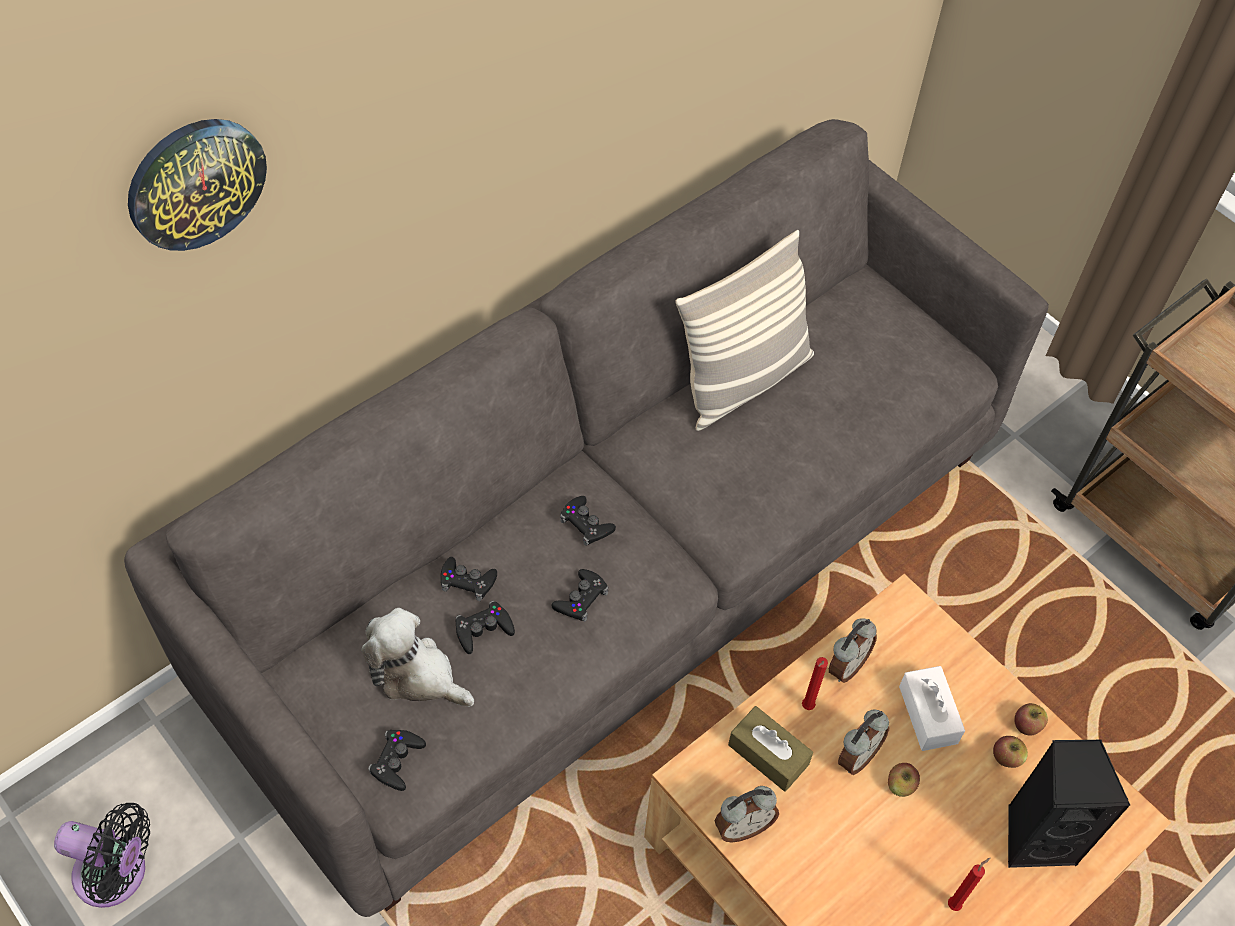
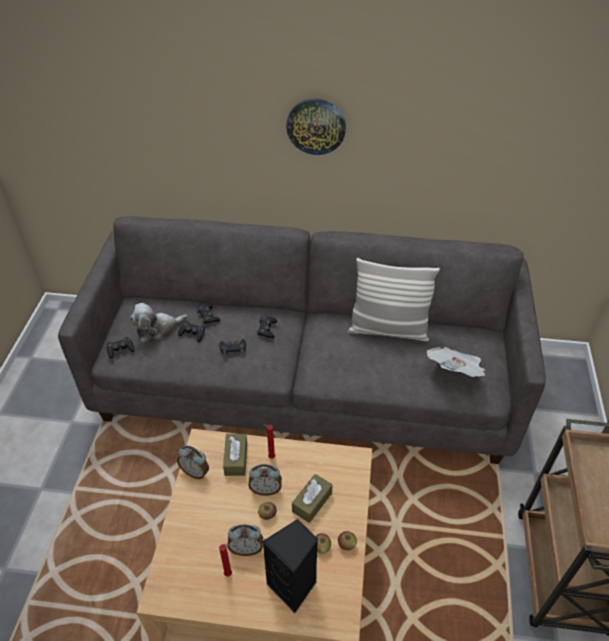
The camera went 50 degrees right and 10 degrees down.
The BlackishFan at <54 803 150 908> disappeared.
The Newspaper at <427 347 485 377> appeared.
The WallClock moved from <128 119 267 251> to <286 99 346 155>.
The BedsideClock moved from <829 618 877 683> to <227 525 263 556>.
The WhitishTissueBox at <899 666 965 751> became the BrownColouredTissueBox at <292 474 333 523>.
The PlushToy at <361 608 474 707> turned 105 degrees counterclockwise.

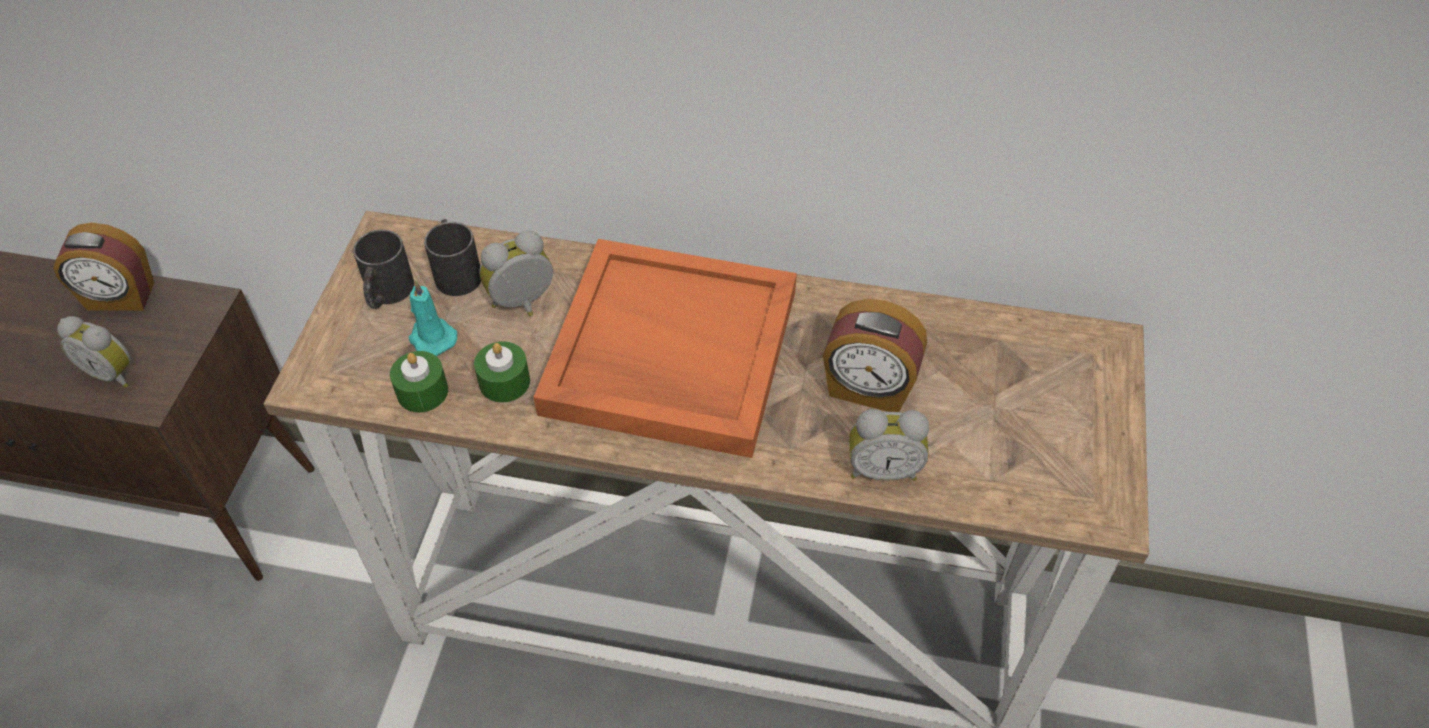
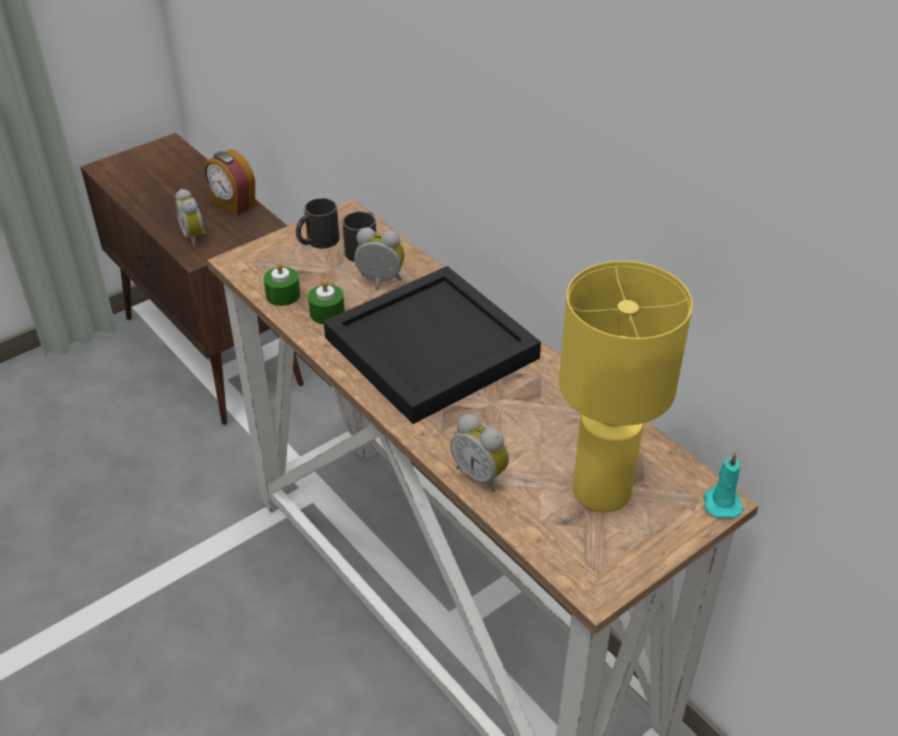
The camera went 40 degrees right and 10 degrees down.
The BedsideClock at <823 299 927 412> disappeared.
The YellowTableLamp at <559 261 693 512> appeared.
The TurquoiseWaxLight moved from <409 280 457 356> to <704 452 744 518>.
The OrangeyCarryingTray at <533 239 797 458> became the BlackishCarryingTray at <324 266 541 424>.

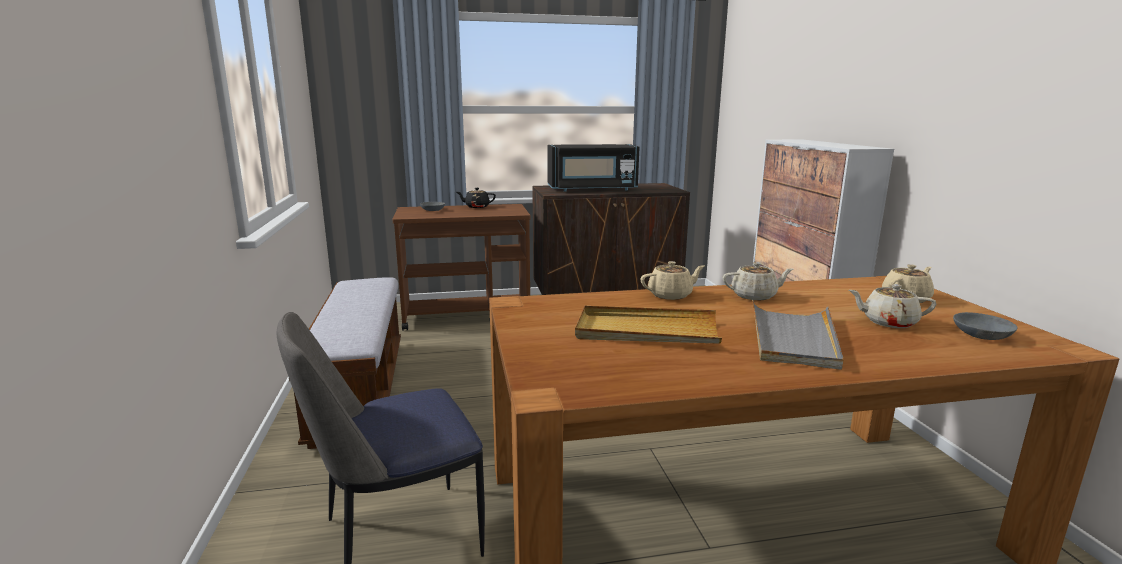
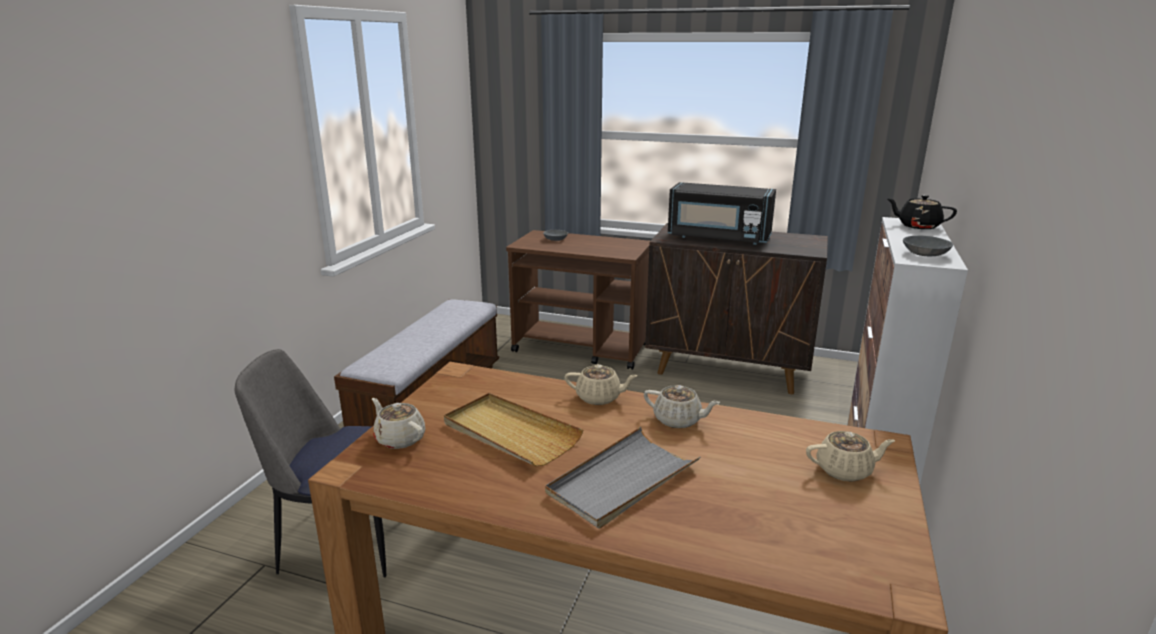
The camera went 30 degrees right and 5 degrees up.
The BlackishTeaPot moved from <457 188 496 208> to <886 195 957 229>.
The BeigeTeaPot moved from <849 284 936 328> to <372 398 425 449>.
The GrayBowl moved from <953 312 1018 340> to <903 236 953 256>.

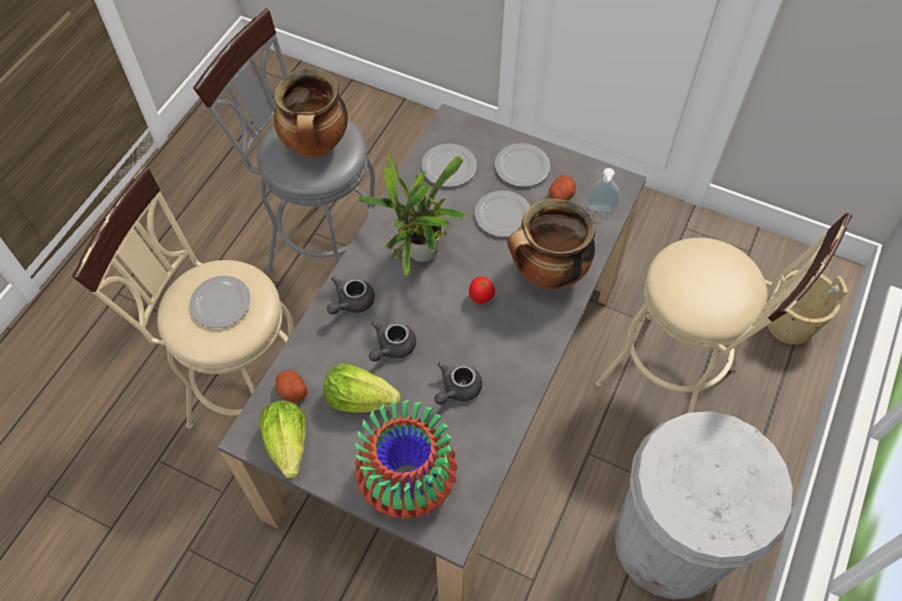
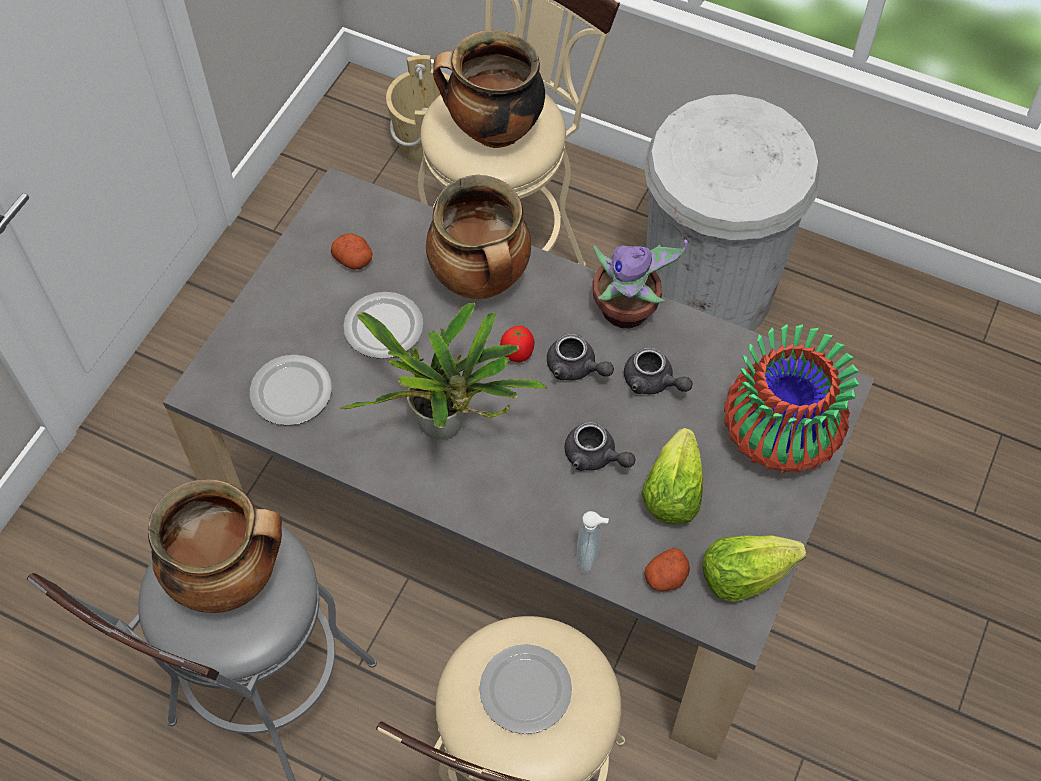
The camera went 90 degrees left and 0 degrees up.
The FlatDish at <495 143 550 187> disappeared.
The CookingPot at <433 30 545 148> appeared.
The PlantInAPot at <592 240 688 328> appeared.
The GrayTeaPot moved from <327 277 375 315> to <547 334 614 380>.
The SoapDispenser moved from <586 168 620 212> to <577 511 609 574>.

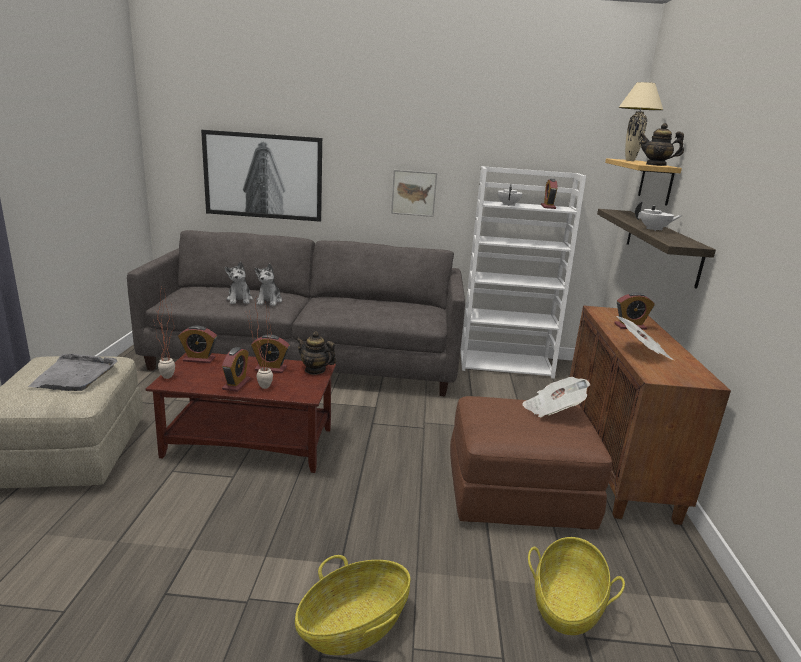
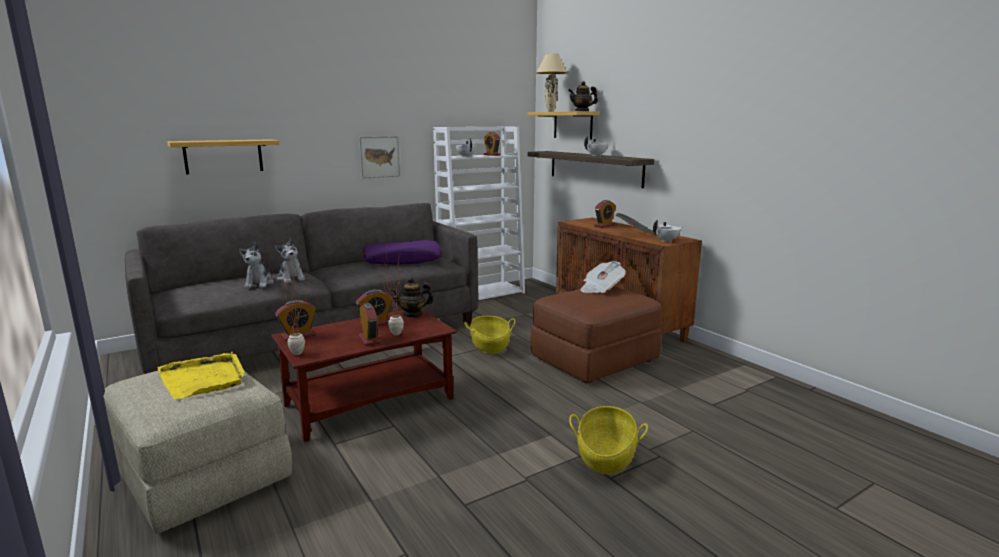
The camera went 35 degrees left and 5 degrees down.
The PurplishCushion at <363 240 442 265> appeared.
The WhitishTeaPot at <653 220 683 242> appeared.
The StorageBasket moved from <528 537 625 635> to <464 316 516 354>.
The WallArt at <201 130 322 222> was replaced by the Shelf at <167 139 280 174>.
The GrayCarryingTray at <28 354 118 391> became the YellowCarryingTray at <157 352 246 399>.
The PlushToy at <225 262 253 304> turned 45 degrees clockwise.

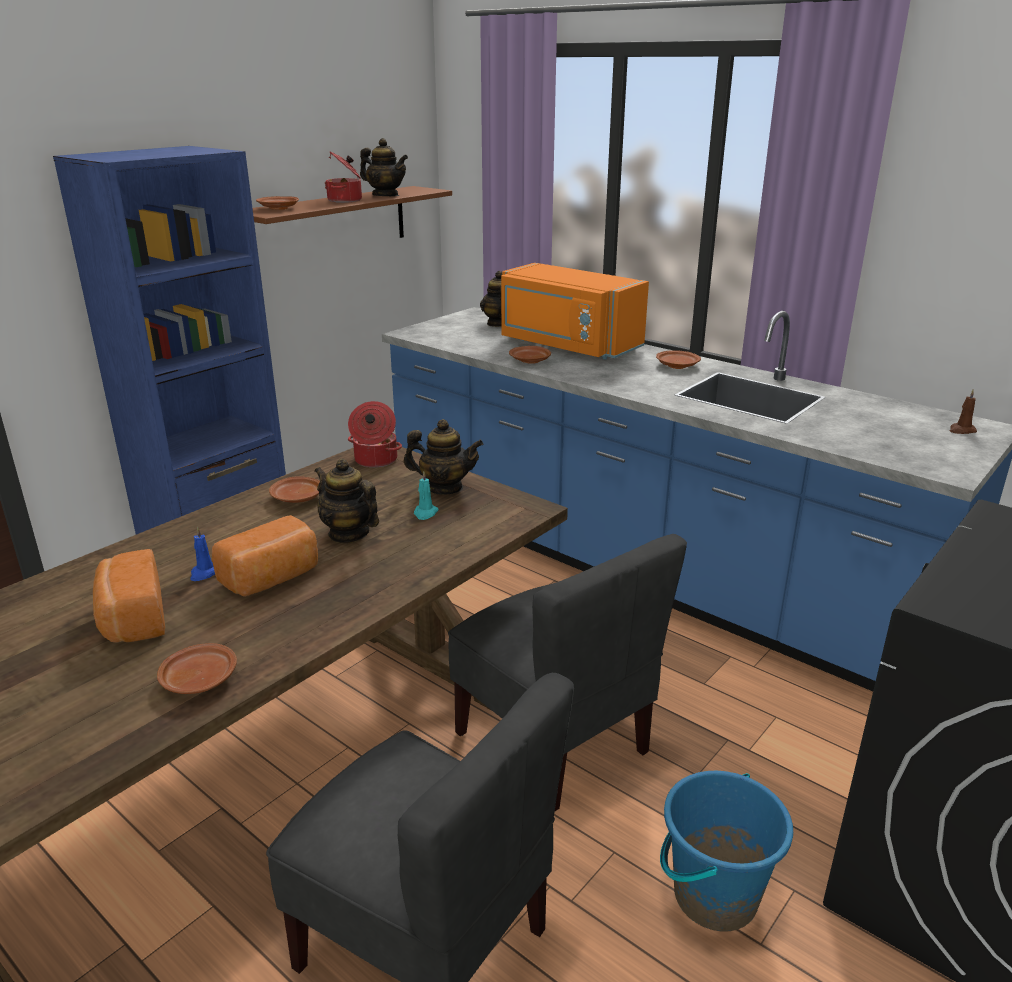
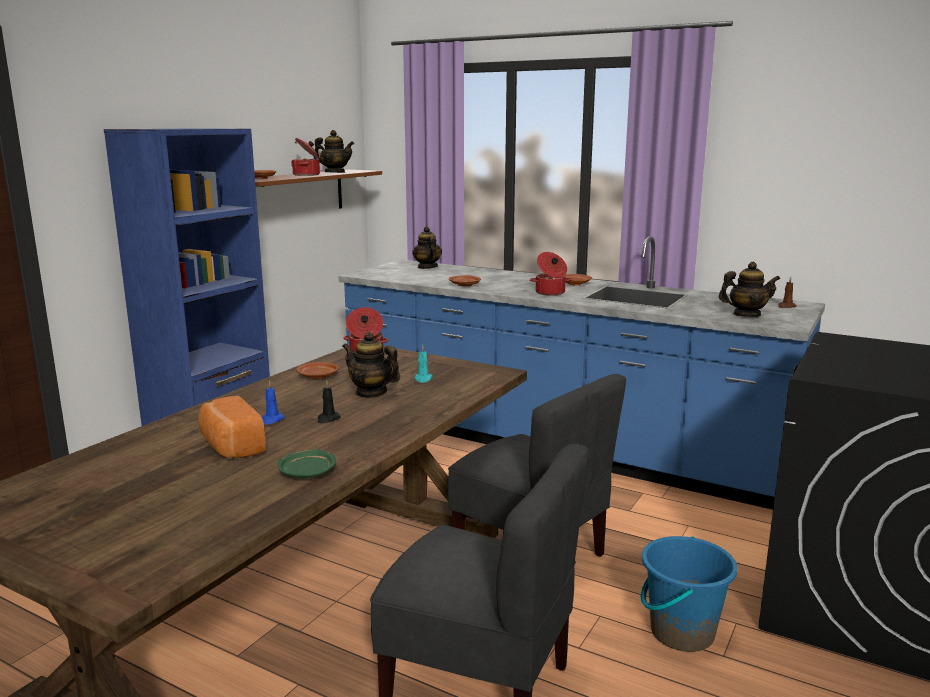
The camera went 10 degrees left and 10 degrees down.
The OrangeyMicrowave at <501 263 649 359> disappeared.
The CookingPot at <530 252 572 296> appeared.
The TeaPot moved from <403 419 483 495> to <719 262 780 317>.
The BakedBread at <212 515 318 597> was replaced by the BlackishWaxLight at <318 381 341 423>.
The BrownColouredFlatDish at <157 643 237 694> became the GreenishFlatDish at <277 449 336 478>.

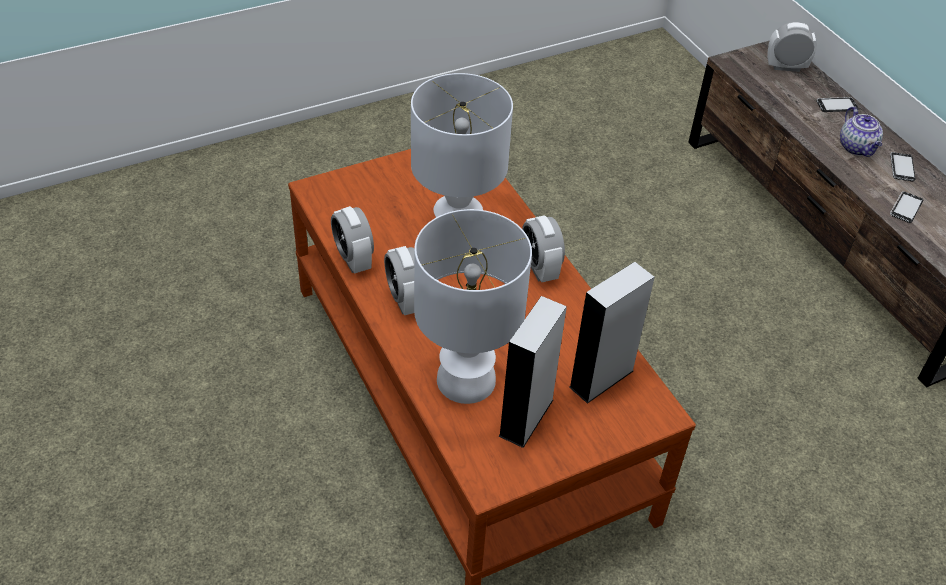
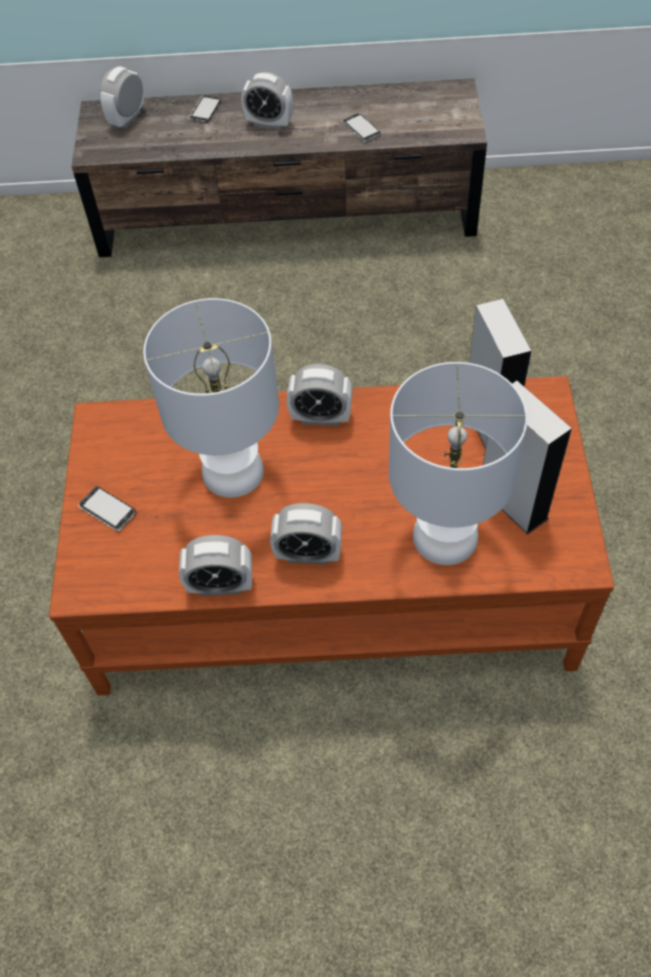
The camera went 60 degrees left and 10 degrees up.
The Handset moved from <890 152 916 181> to <78 486 136 531>.
The TeaPot at <840 106 883 157> was replaced by the BedsideClock at <241 72 293 130>.

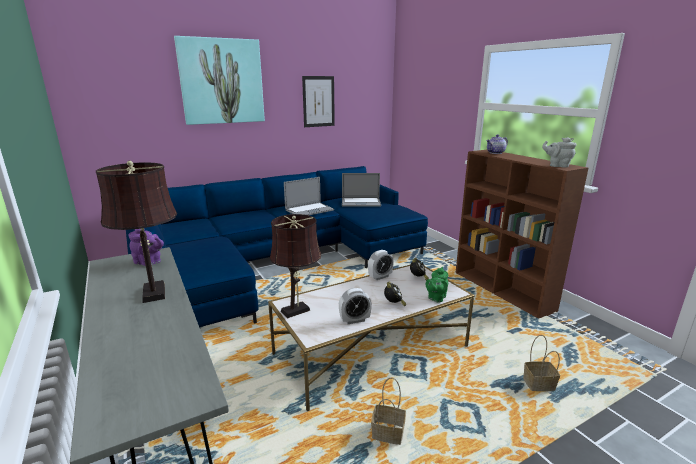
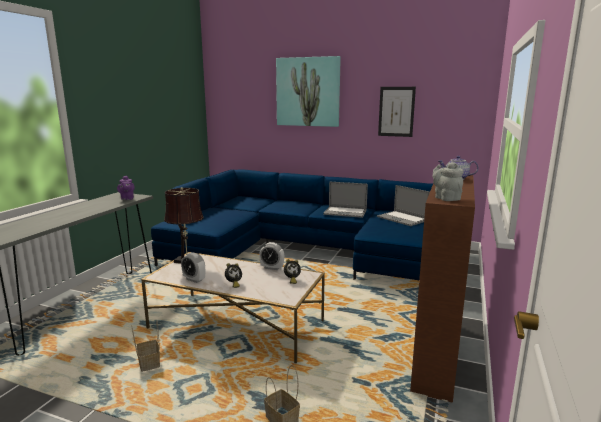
The camera went 50 degrees right and 5 degrees down.
The BrownColouredTableLamp at <96 161 177 303> disappeared.
The GreenishTeaPot at <426 267 448 303> disappeared.

